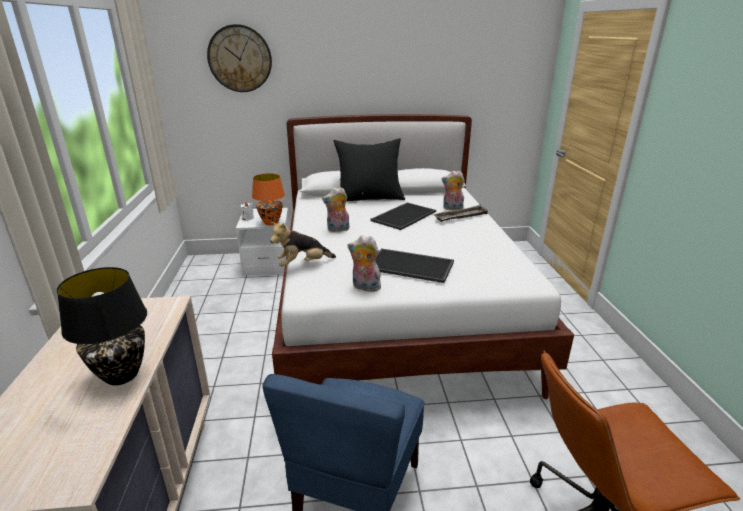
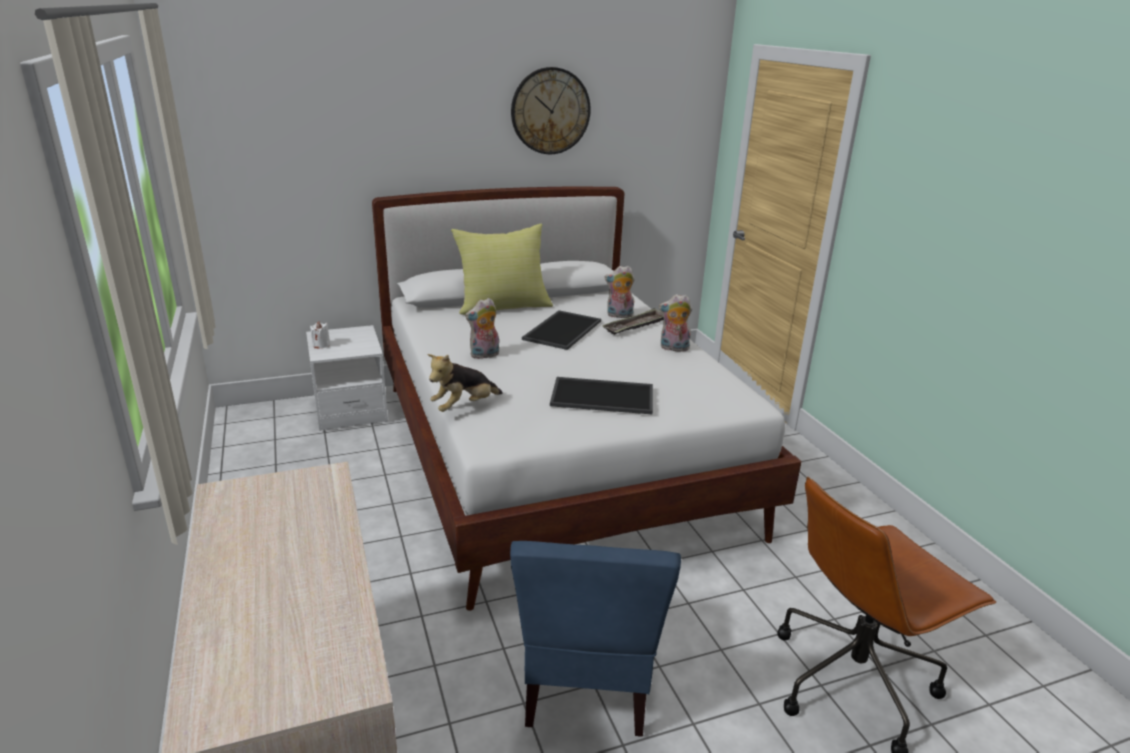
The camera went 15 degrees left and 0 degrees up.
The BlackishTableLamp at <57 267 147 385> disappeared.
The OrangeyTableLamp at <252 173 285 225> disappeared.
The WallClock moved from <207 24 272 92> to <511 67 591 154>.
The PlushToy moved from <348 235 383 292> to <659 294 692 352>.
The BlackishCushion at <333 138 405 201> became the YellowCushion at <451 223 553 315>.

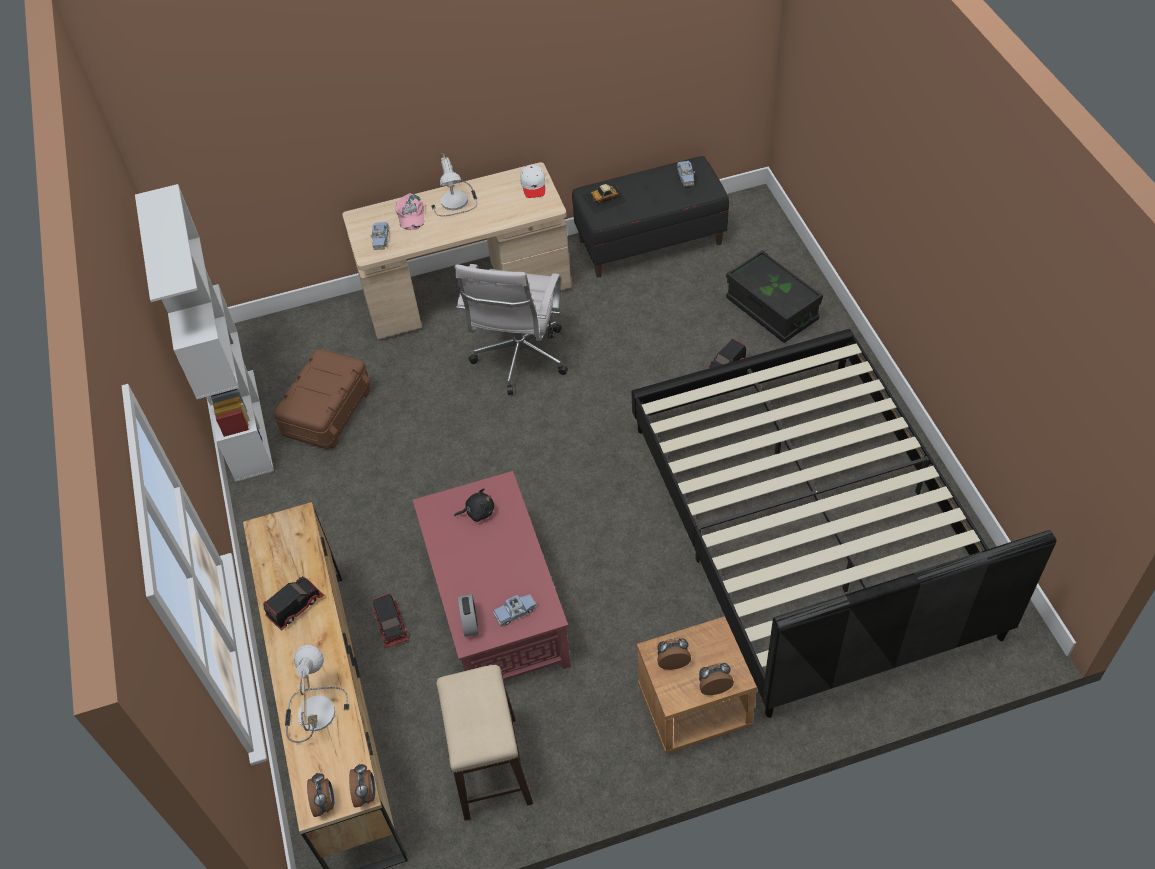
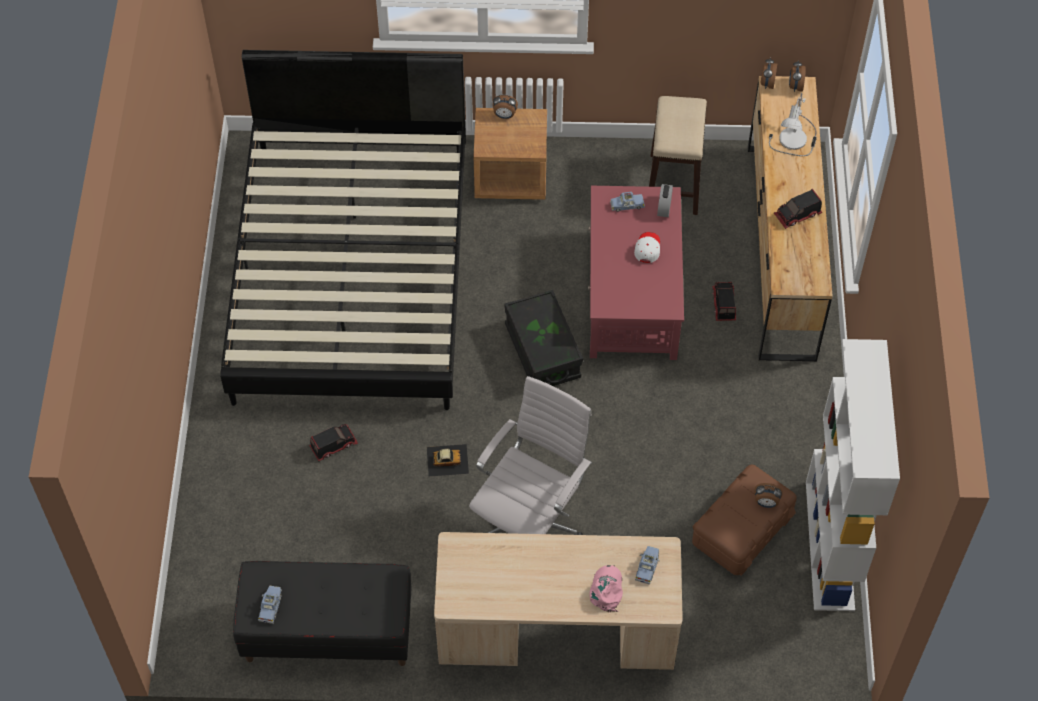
The camera went 165 degrees left and 5 degrees up.
The TableLamp at <431 153 477 216> disappeared.
The BlackishPlushToy at <454 488 494 522> disappeared.
The WhitishCap moved from <520 165 545 198> to <634 232 660 263>.
The ModelCar moved from <582 184 628 214> to <427 444 469 477>.
The BedsideClock moved from <657 638 691 670> to <754 483 783 508>.
The BlackishStorageContainer moved from <726 250 823 343> to <505 290 583 386>.

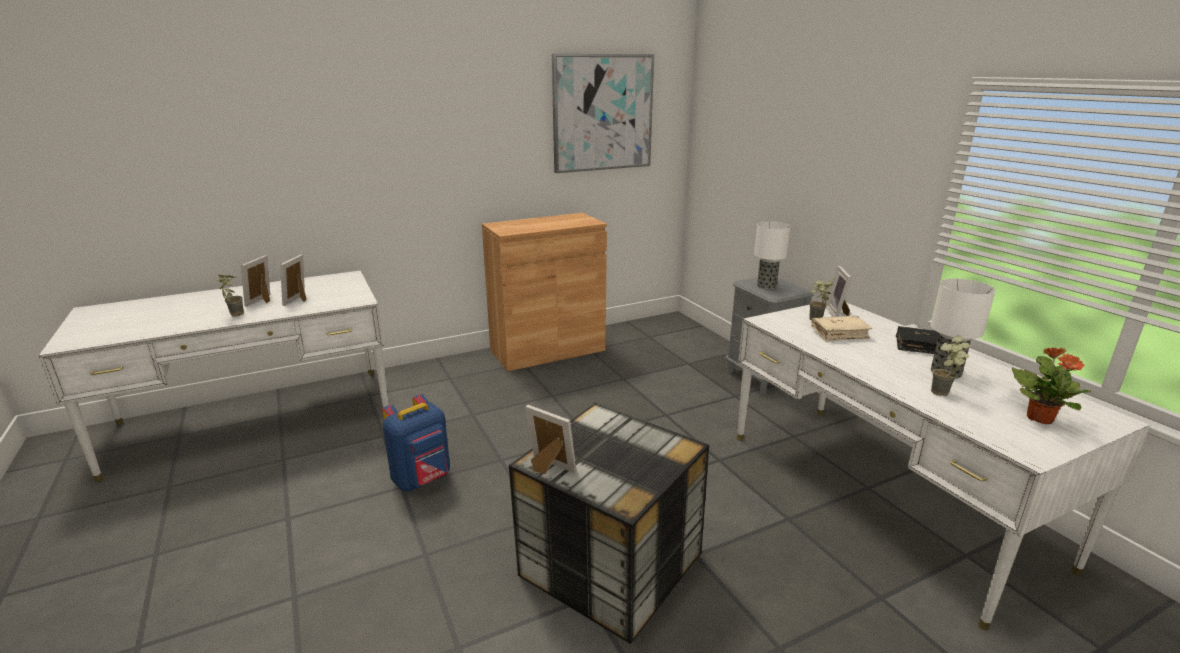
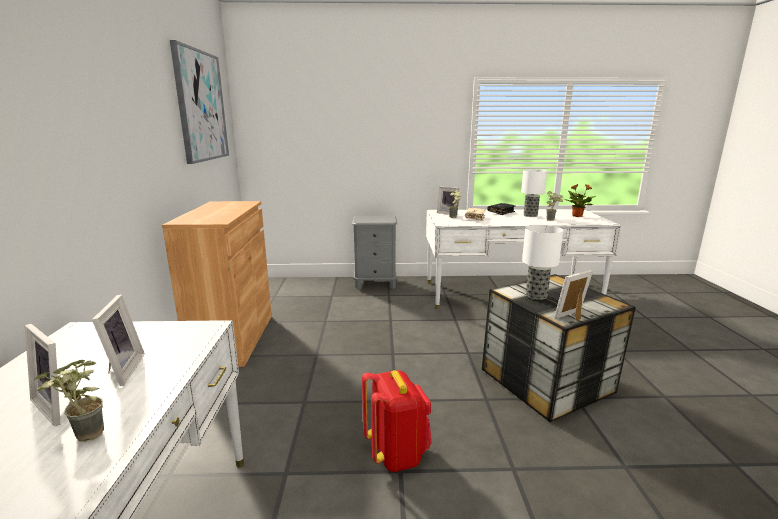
The camera went 65 degrees left and 5 degrees down.
The TableLamp moved from <754 221 791 289> to <522 225 563 300>.
The BluishBackpack at <382 394 450 491> became the RedBackpack at <362 370 432 472>.
The StandingFrame at <280 254 307 306> turned 135 degrees counterclockwise.

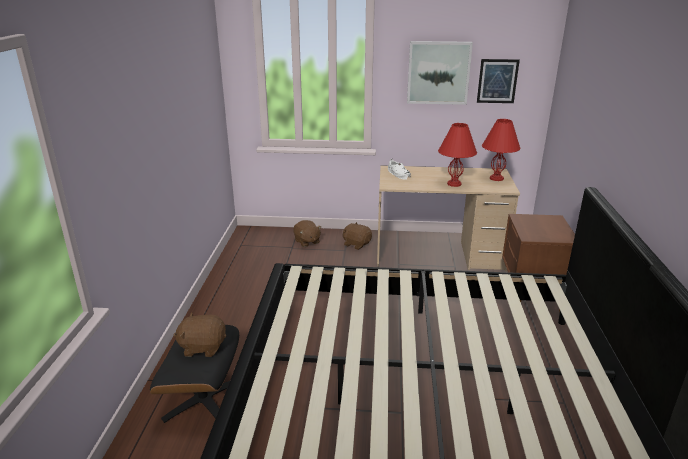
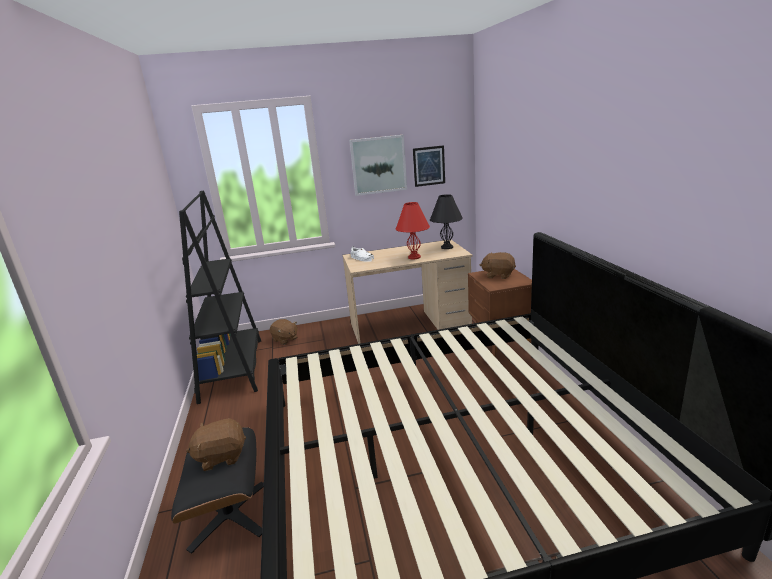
The camera went 15 degrees left and 5 degrees down.
The BlackishBookshelf at <179 190 261 404> appeared.
The BrownColouredPlushToy moved from <343 222 372 250> to <480 252 516 279>.
The RedTableLamp at <482 119 520 181> became the BlackishTableLamp at <430 194 463 249>.

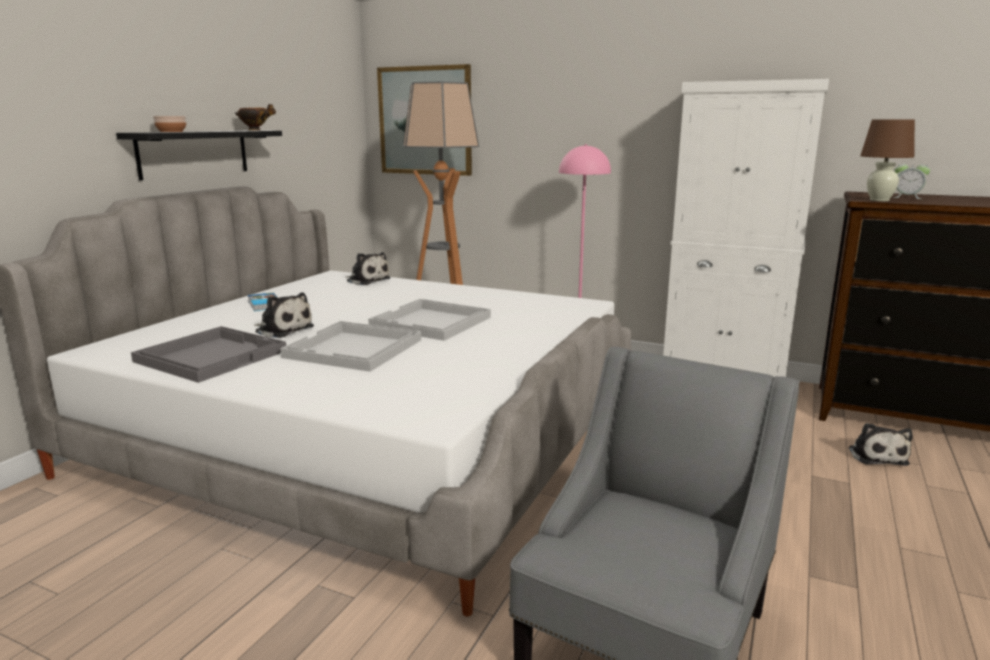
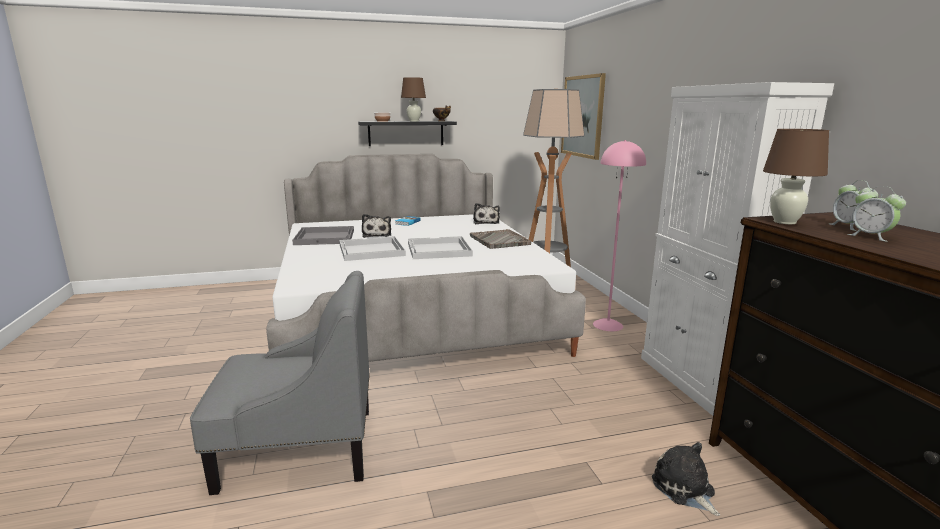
The camera went 50 degrees right and 0 degrees up.
The BrownColouredTableLamp at <401 77 426 121> appeared.
The GrayCarryingTray at <470 229 531 249> appeared.
The BedsideClock at <847 186 906 242> appeared.
The PlushToy at <848 423 913 466> turned 105 degrees clockwise.

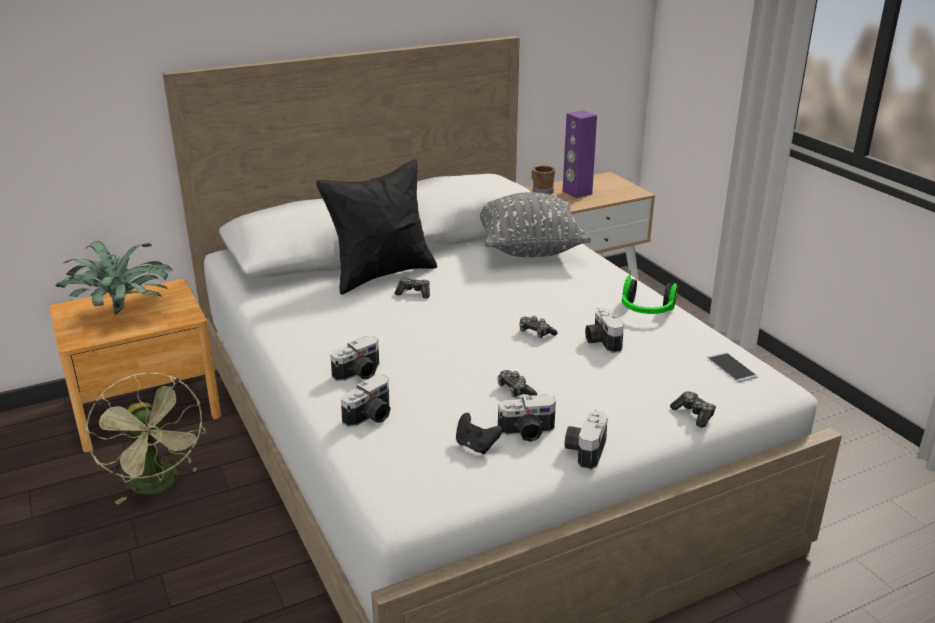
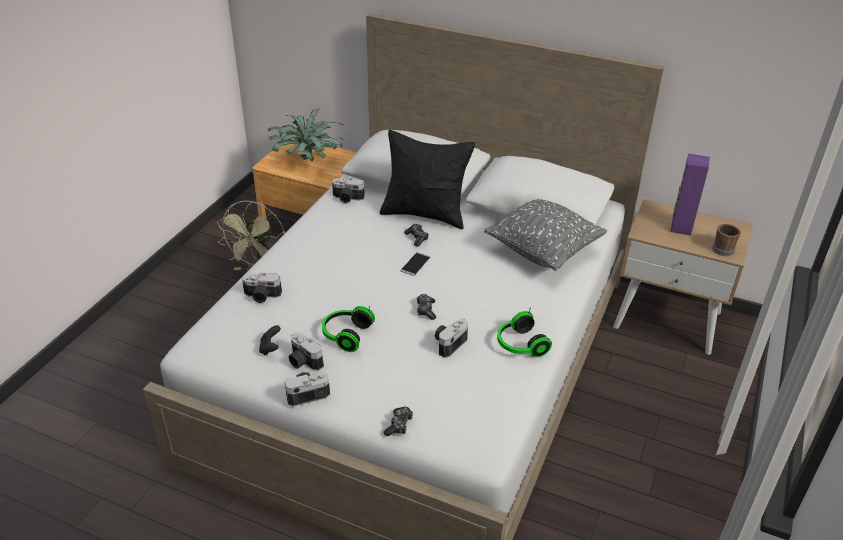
The camera went 50 degrees right and 10 degrees up.
The PhotoCamera moved from <331 336 379 381> to <332 178 365 203>.
The BrownColouredTeaMug moved from <532 166 555 195> to <712 224 741 256>.
The Handset moved from <707 353 758 382> to <400 252 431 276>.
The GameController at <497 370 537 397> was replaced by the Headset at <322 305 375 352>.

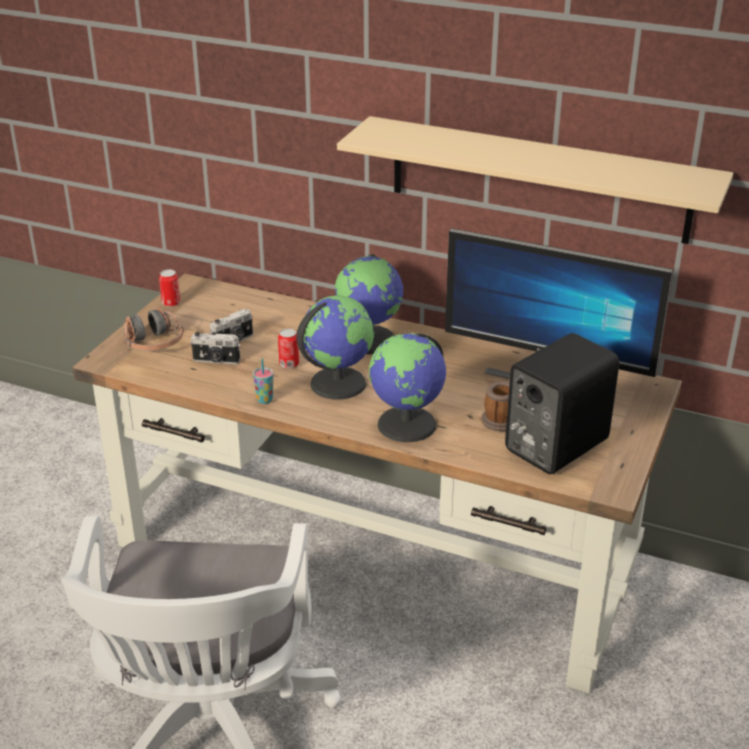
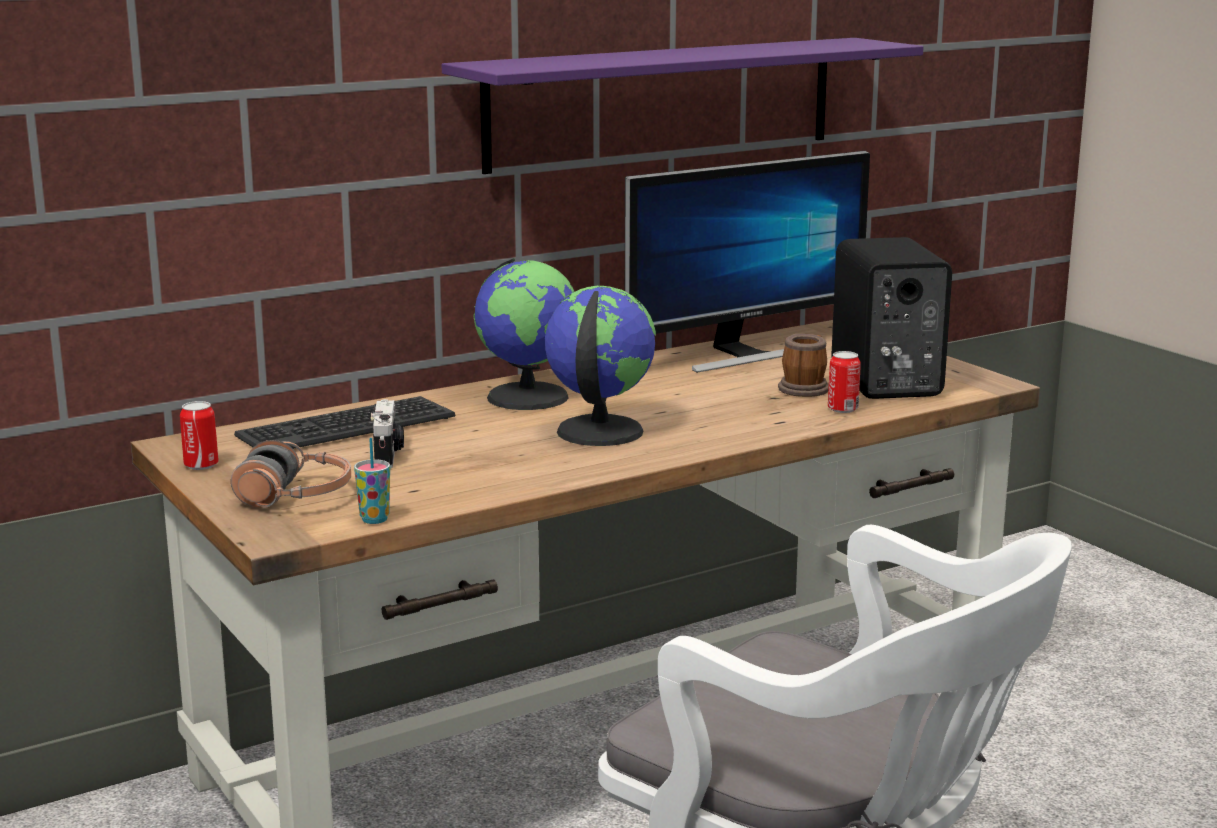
The camera went 55 degrees left and 15 degrees down.
The PhotoCamera at <190 332 241 364> disappeared.
The WorldGlobe at <369 333 446 442> disappeared.
The ComputerKeyboard at <234 396 455 449> appeared.
The DrinkingCup moved from <253 358 273 404> to <354 438 390 524>.
The Can moved from <278 328 299 369> to <828 351 861 413>.
The BeigeShelf at <337 116 733 244> became the PurplishShelf at <442 38 924 174>.

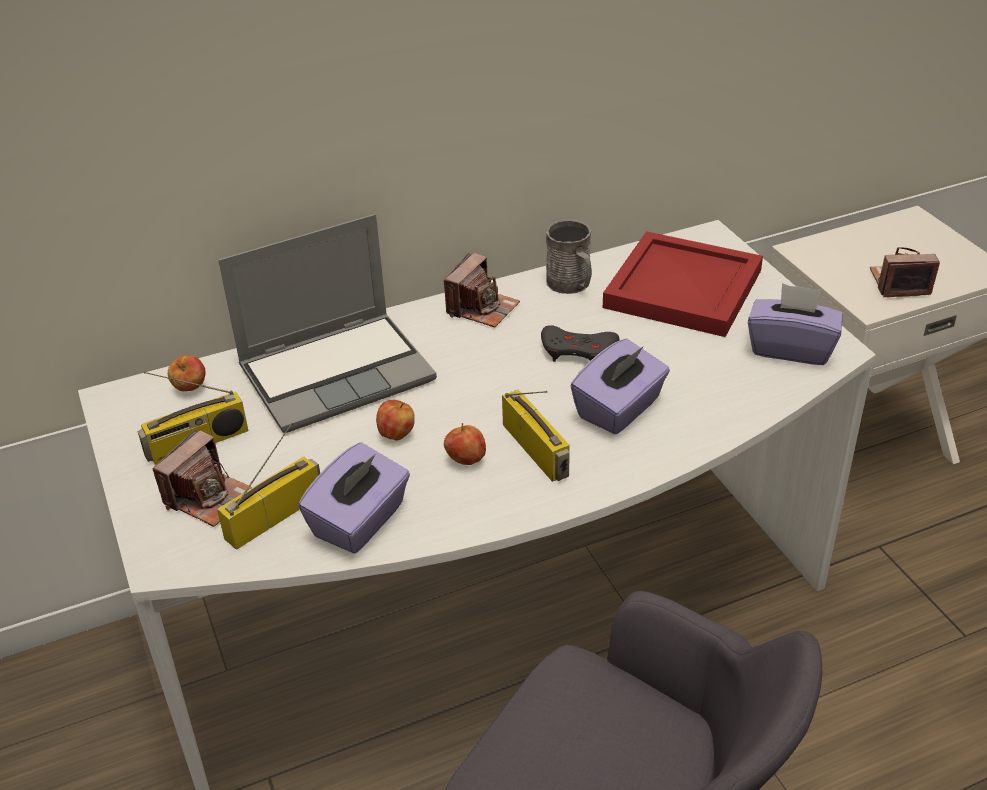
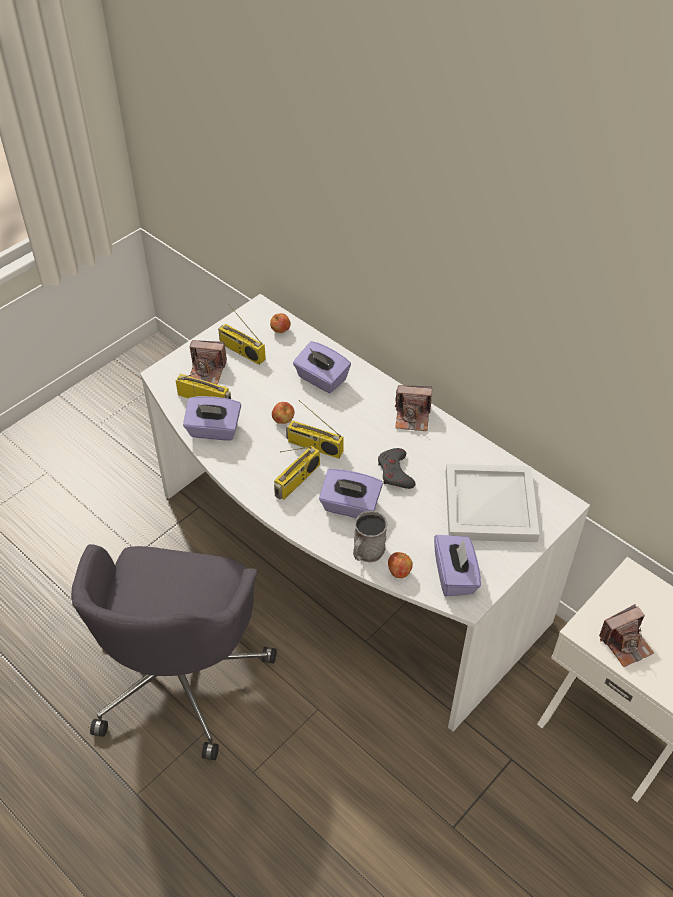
The camera went 65 degrees right and 10 degrees up.
The RadioSet at <286 400 344 459> appeared.
The AppleFruit moved from <444 423 486 465> to <388 552 413 578>.
The GrayTeaMug moved from <546 219 592 294> to <353 511 387 562>.
The PortableComputer at <218 214 437 433> was replaced by the PurplishTissueBox at <293 341 351 393>.
The RedCarryingTray at <603 231 763 337> became the WhitishCarryingTray at <446 464 540 542>.
The PhotoCamera at <870 247 940 297> turned 90 degrees clockwise.

